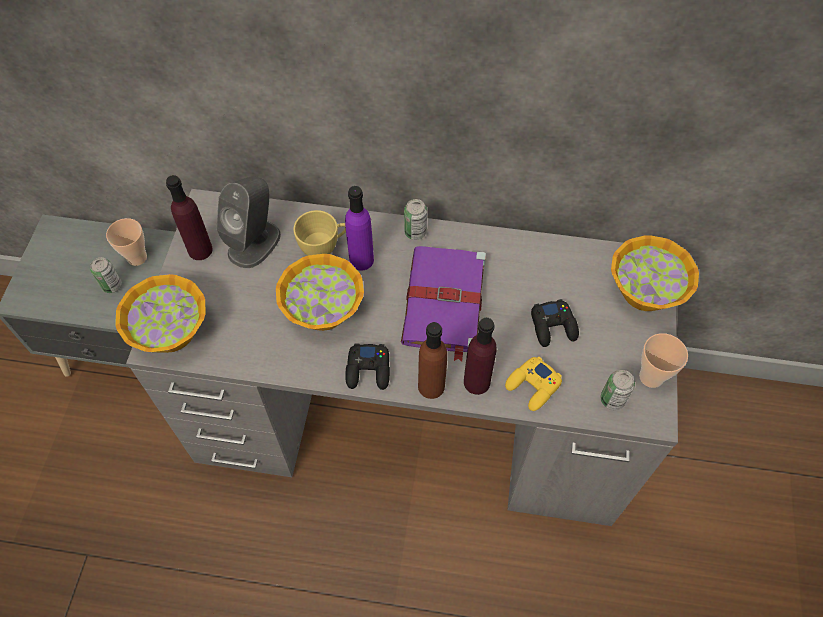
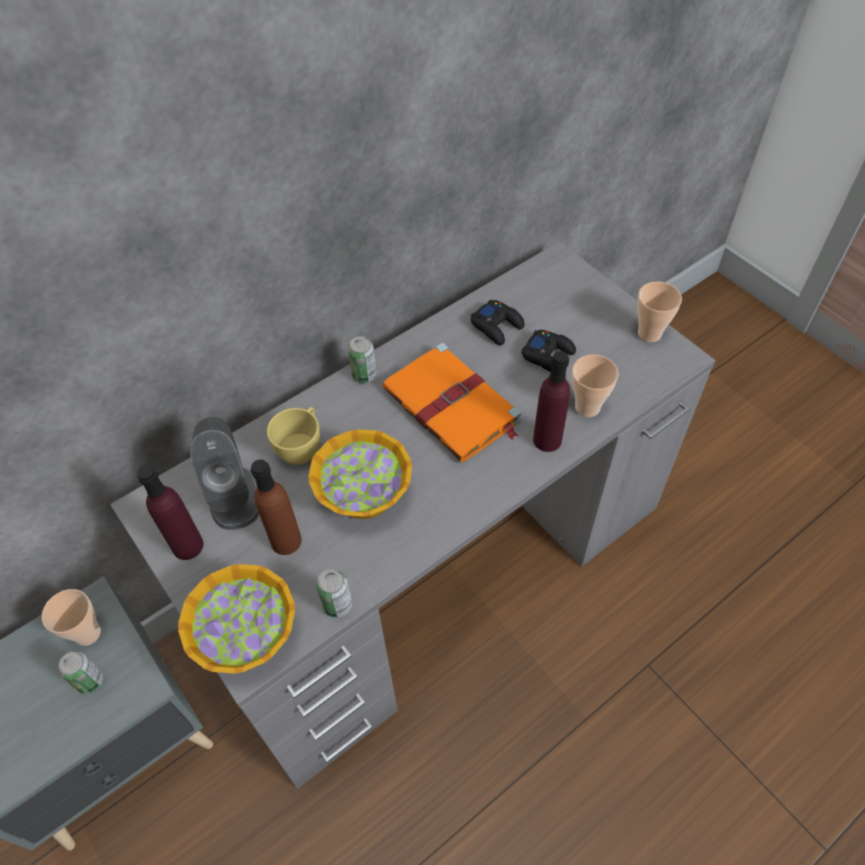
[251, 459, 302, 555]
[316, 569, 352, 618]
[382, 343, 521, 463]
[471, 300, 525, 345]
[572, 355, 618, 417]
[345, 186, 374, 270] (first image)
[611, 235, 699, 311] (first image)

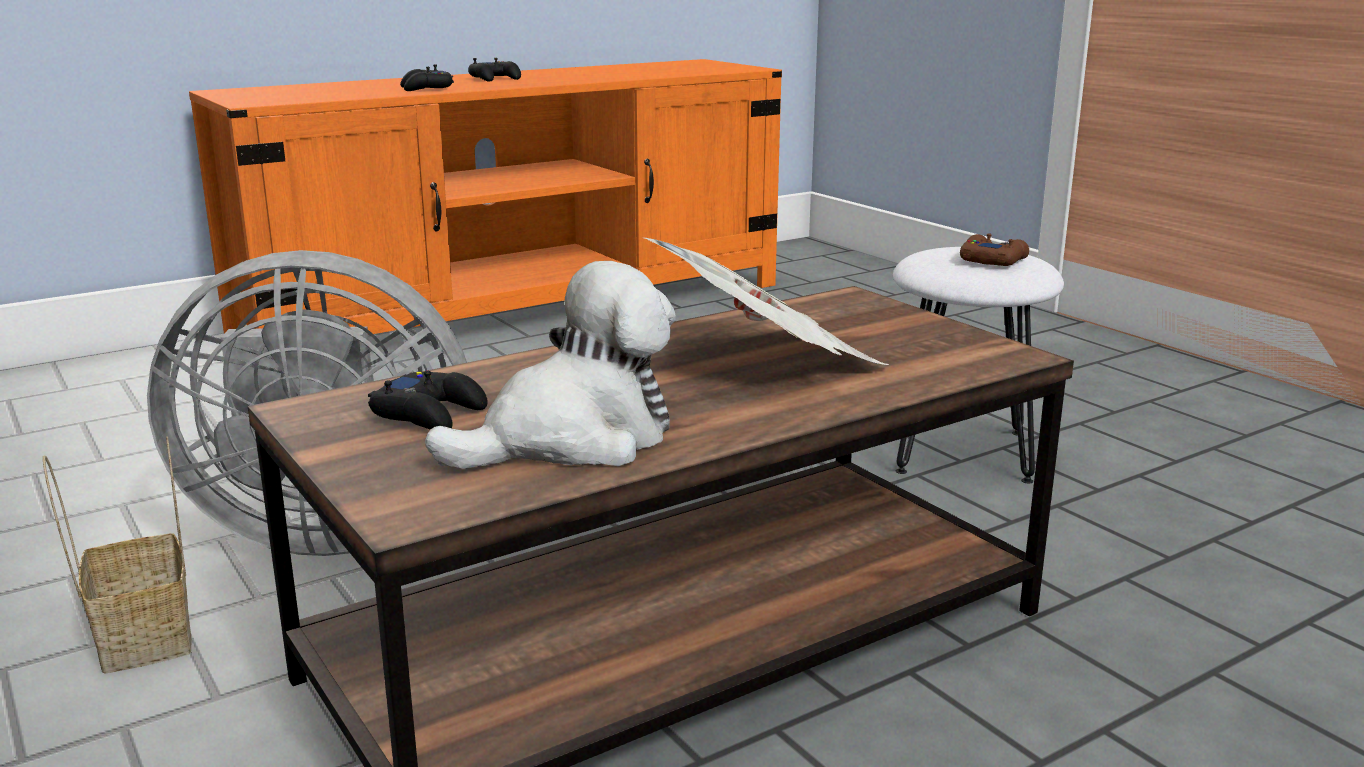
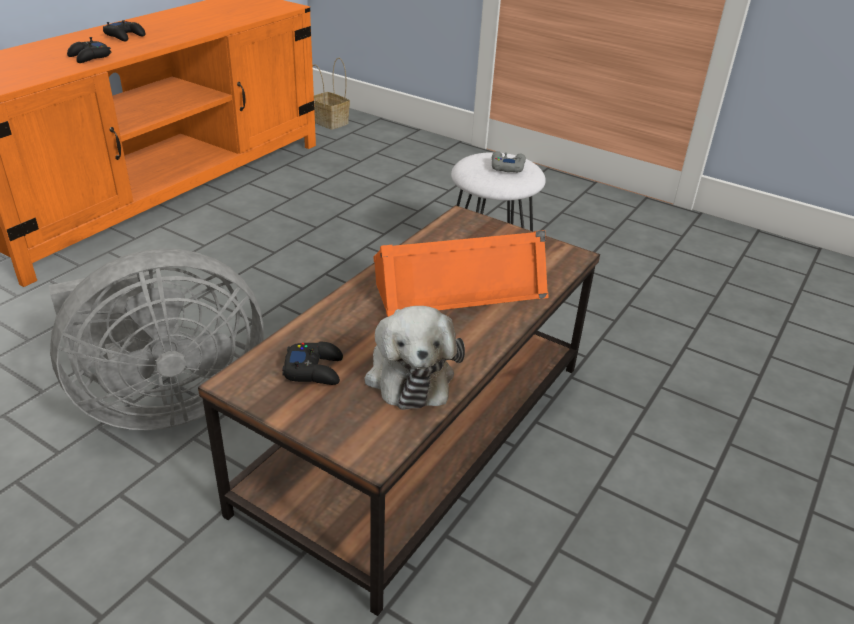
[312, 58, 350, 130]
[364, 306, 465, 410]
[373, 230, 549, 317]
[492, 151, 526, 172]

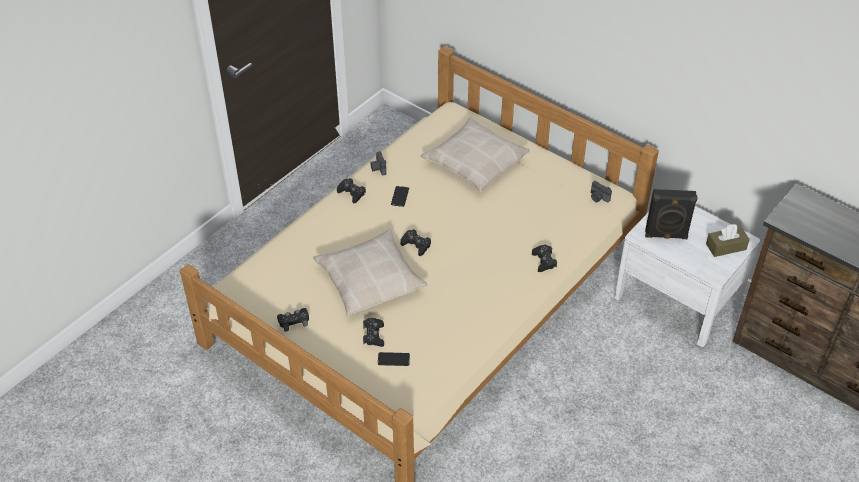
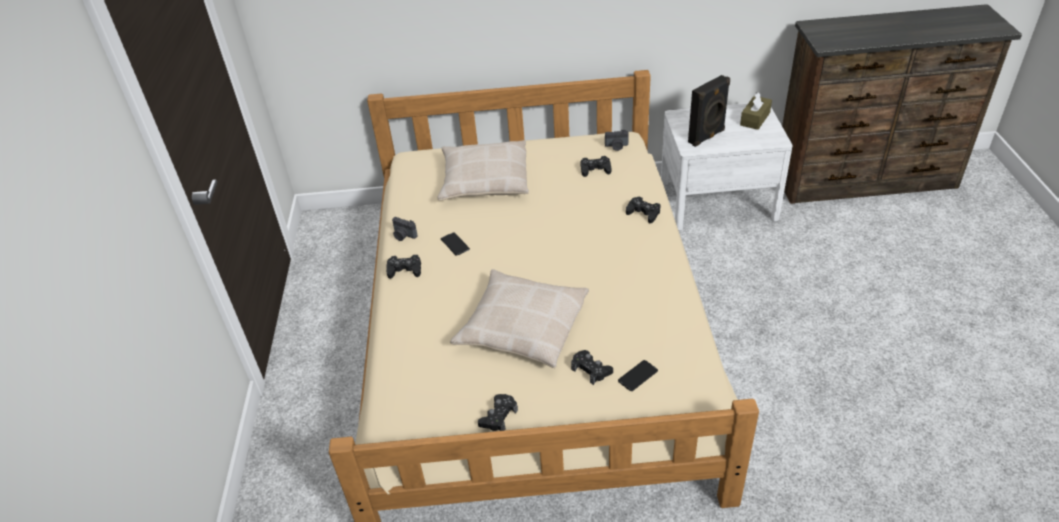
[580, 156, 611, 177]

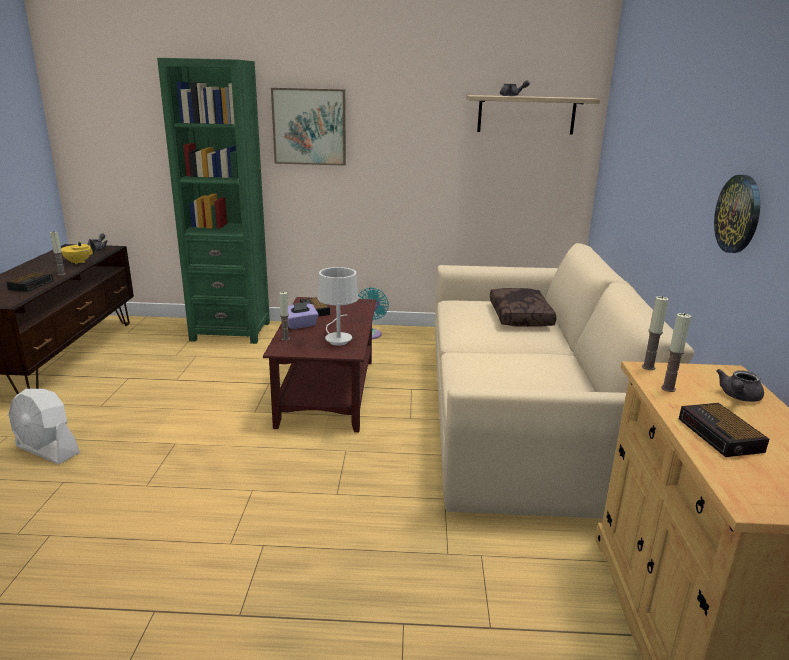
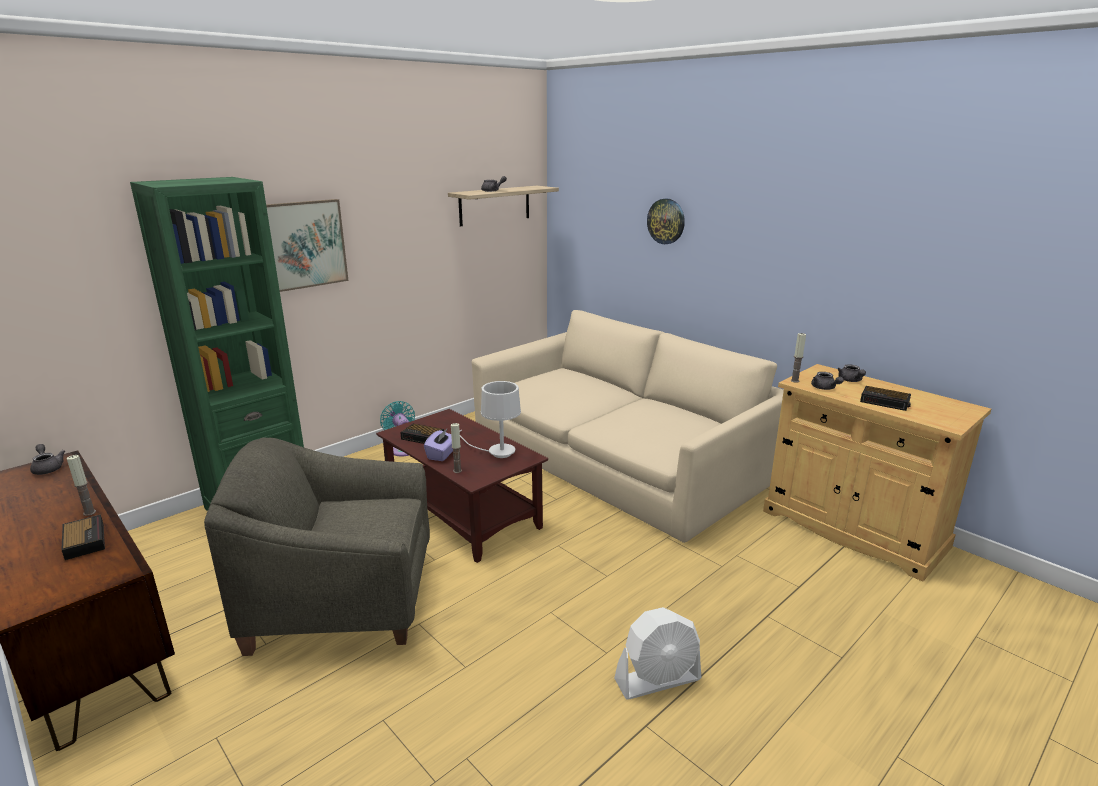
[204, 437, 430, 656]
[614, 607, 702, 700]
[647, 199, 685, 244]
[811, 372, 844, 390]
[61, 239, 96, 264] (first image)
[490, 288, 556, 327] (first image)

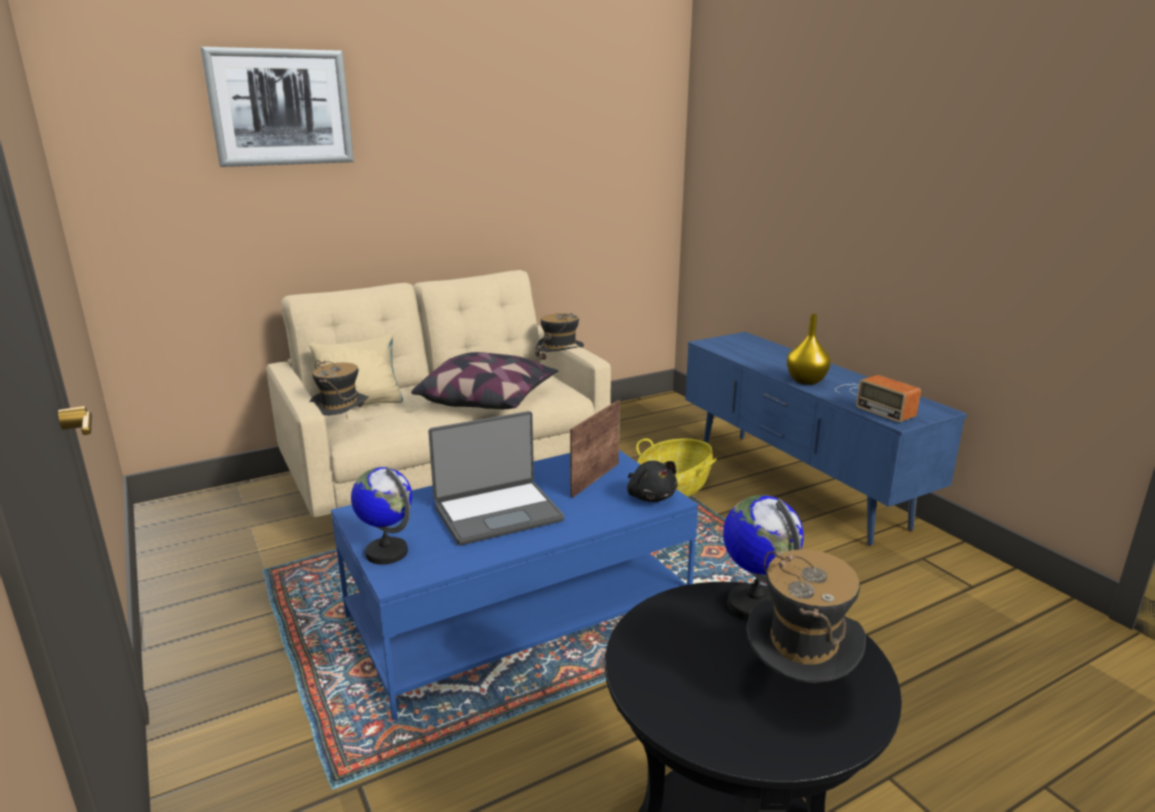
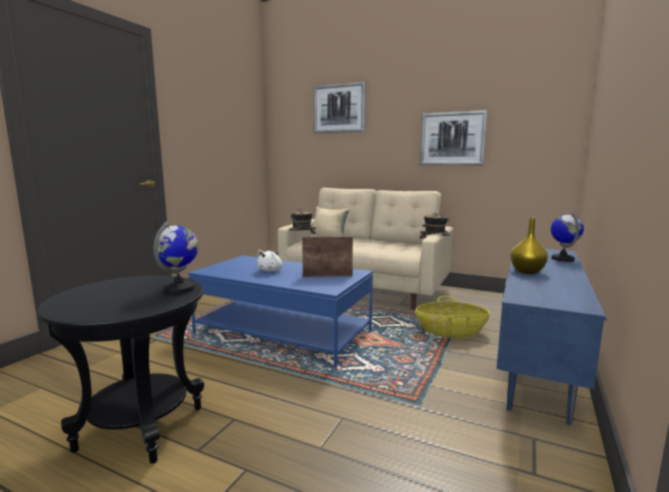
[257, 250, 283, 272]
[420, 110, 488, 165]
[551, 212, 584, 262]
[411, 352, 558, 409] (first image)
[627, 461, 678, 502] (first image)
[746, 549, 866, 683] (first image)
[835, 375, 921, 422] (first image)

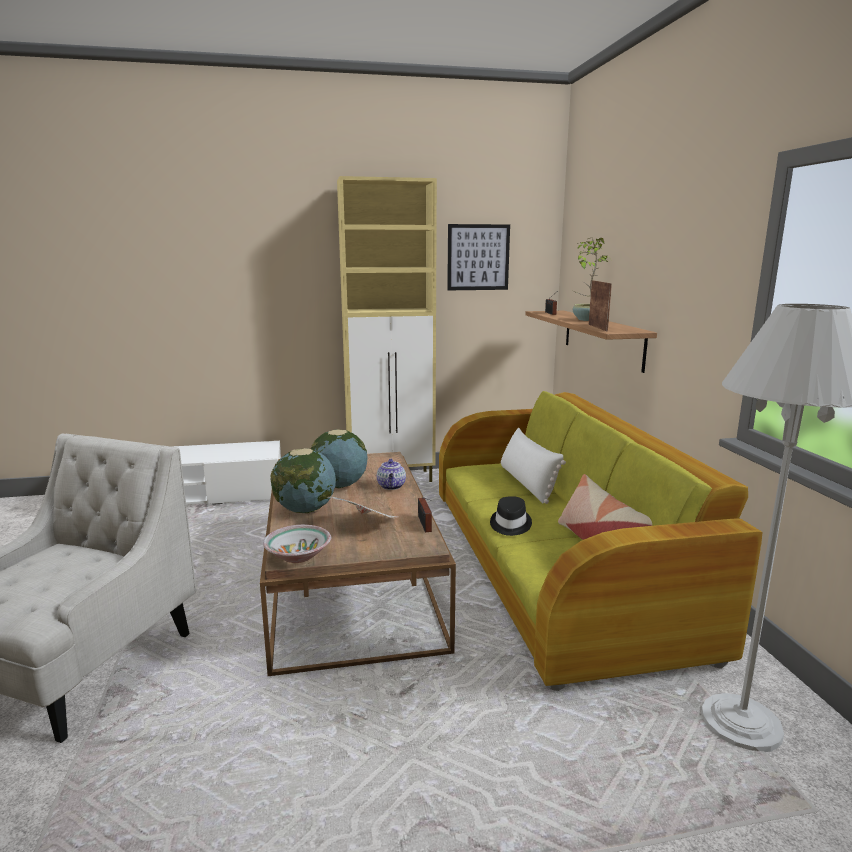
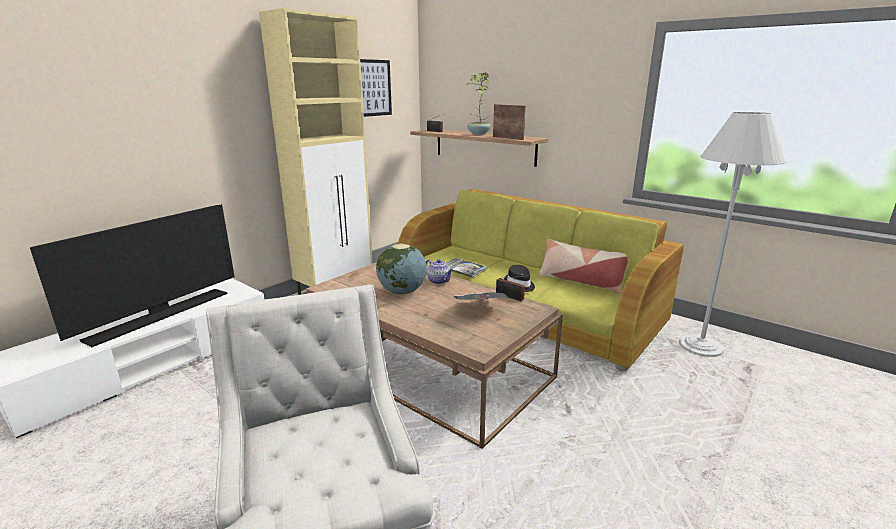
[30, 204, 235, 347]
[447, 258, 488, 277]
[263, 525, 331, 563] (first image)
[270, 448, 336, 513] (first image)
[501, 428, 566, 504] (first image)

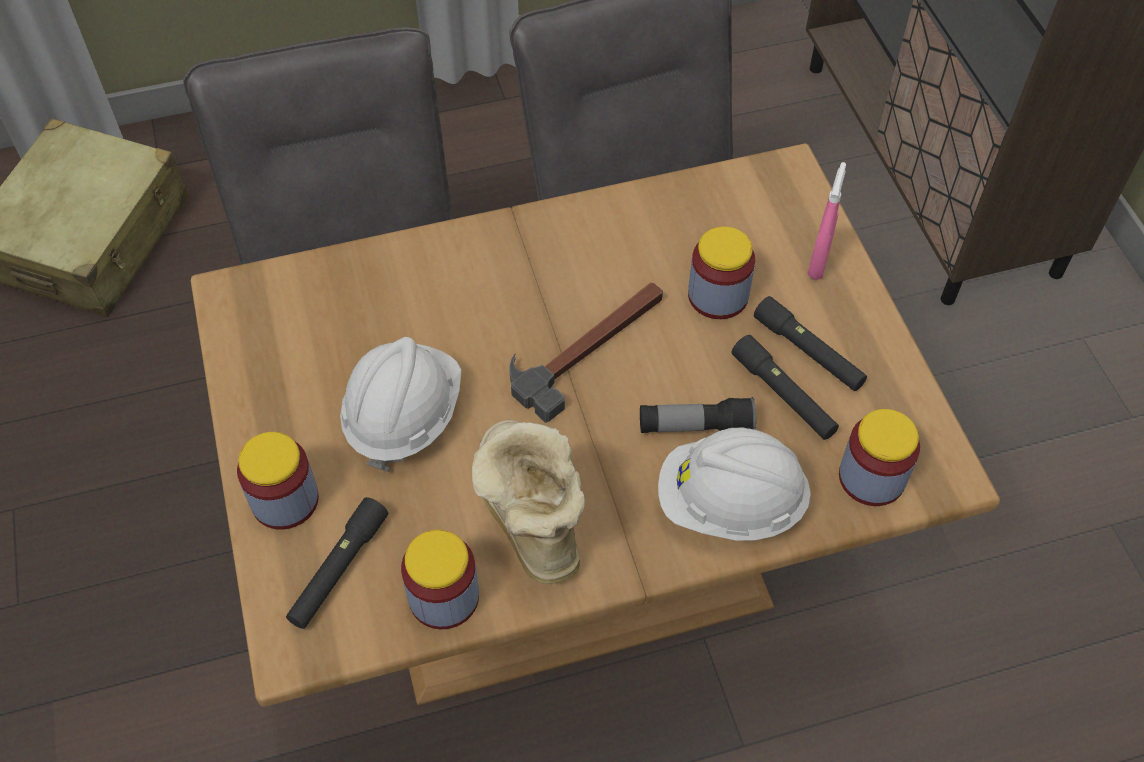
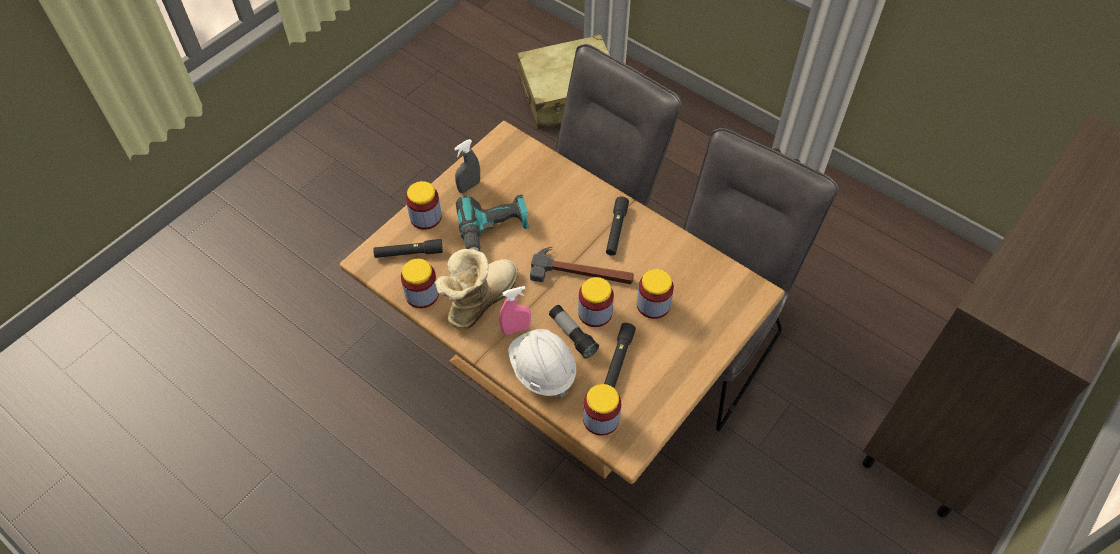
[454, 139, 480, 193]
[456, 194, 529, 251]
[499, 286, 531, 335]
[578, 277, 614, 327]
[606, 197, 629, 256]

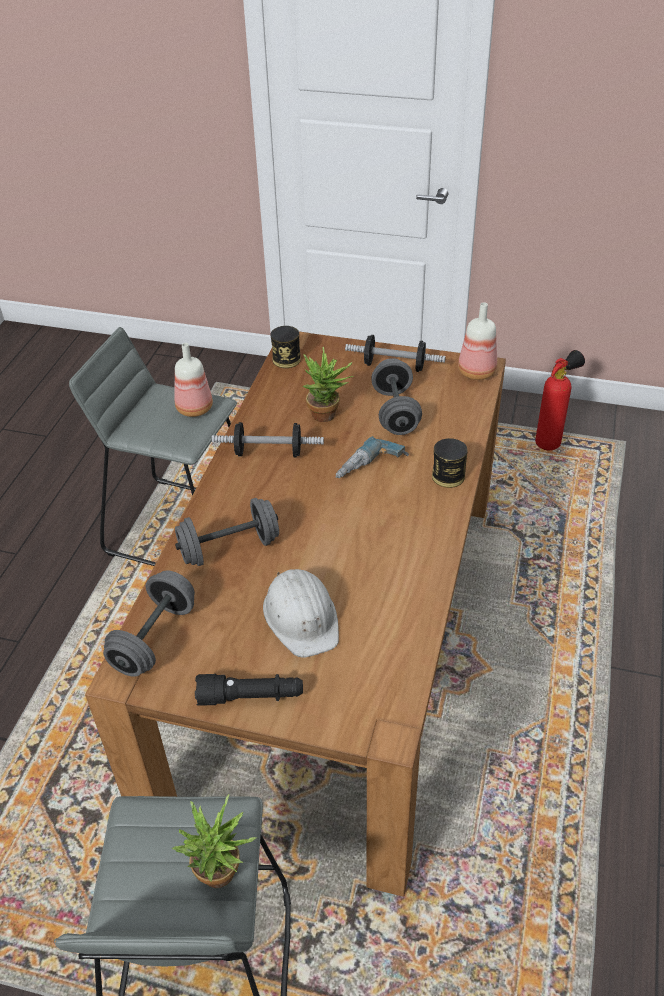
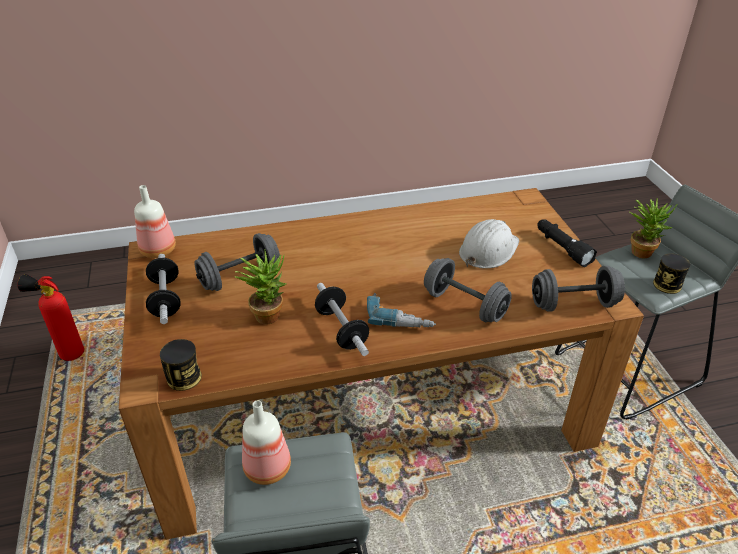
[367, 293, 436, 327]
[653, 253, 690, 294]

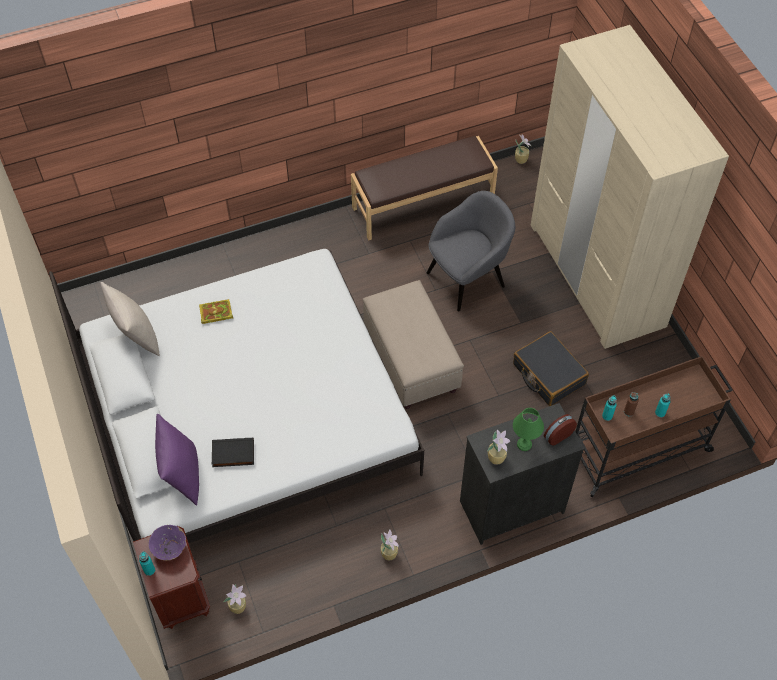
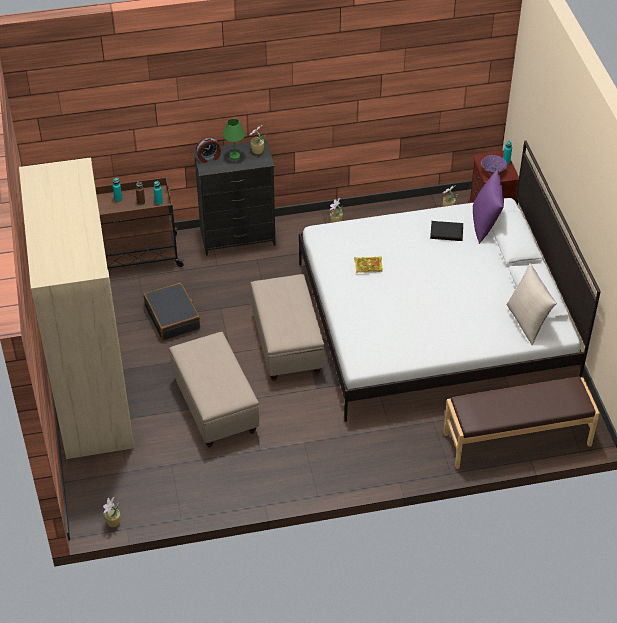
[169, 332, 259, 447]
[355, 256, 383, 273]
[443, 376, 600, 469]

